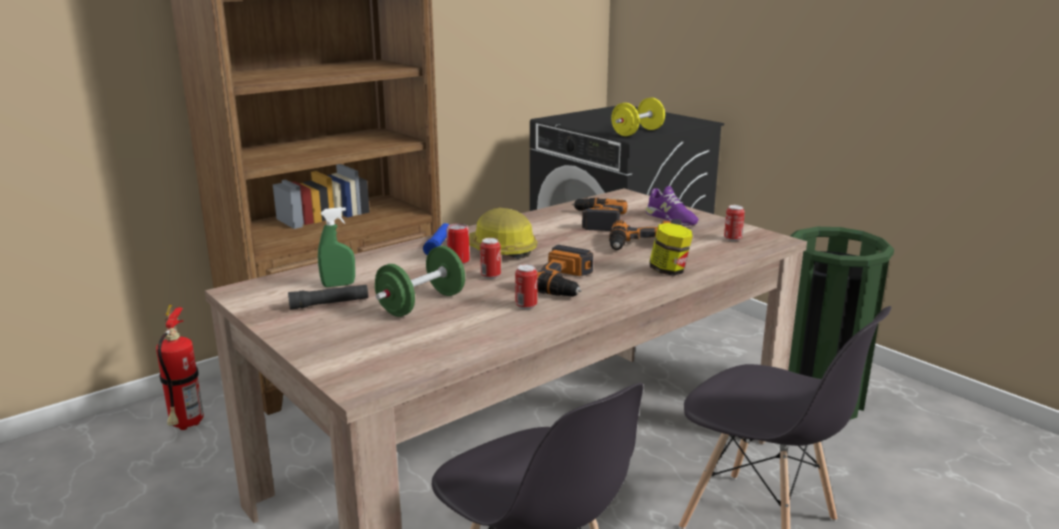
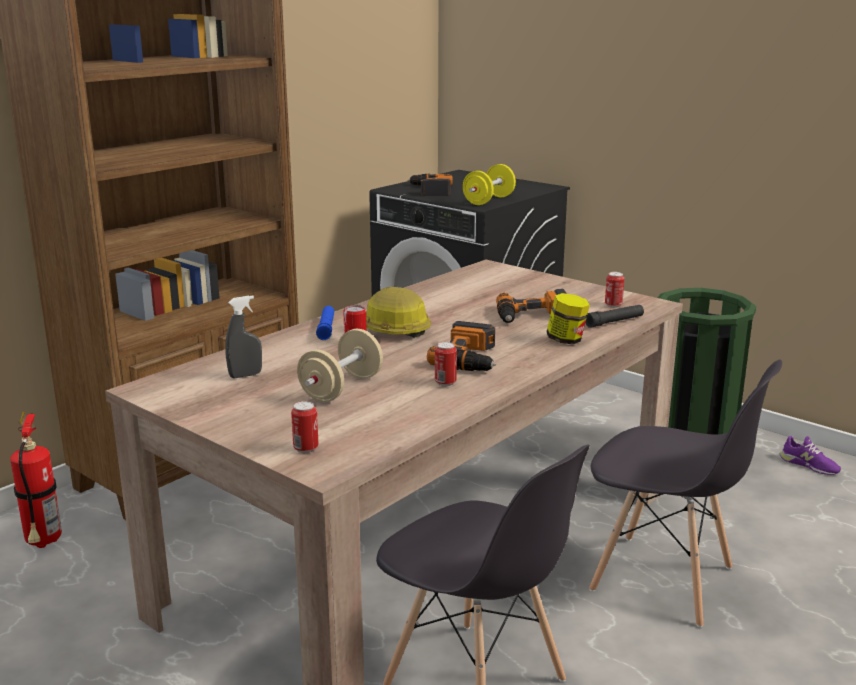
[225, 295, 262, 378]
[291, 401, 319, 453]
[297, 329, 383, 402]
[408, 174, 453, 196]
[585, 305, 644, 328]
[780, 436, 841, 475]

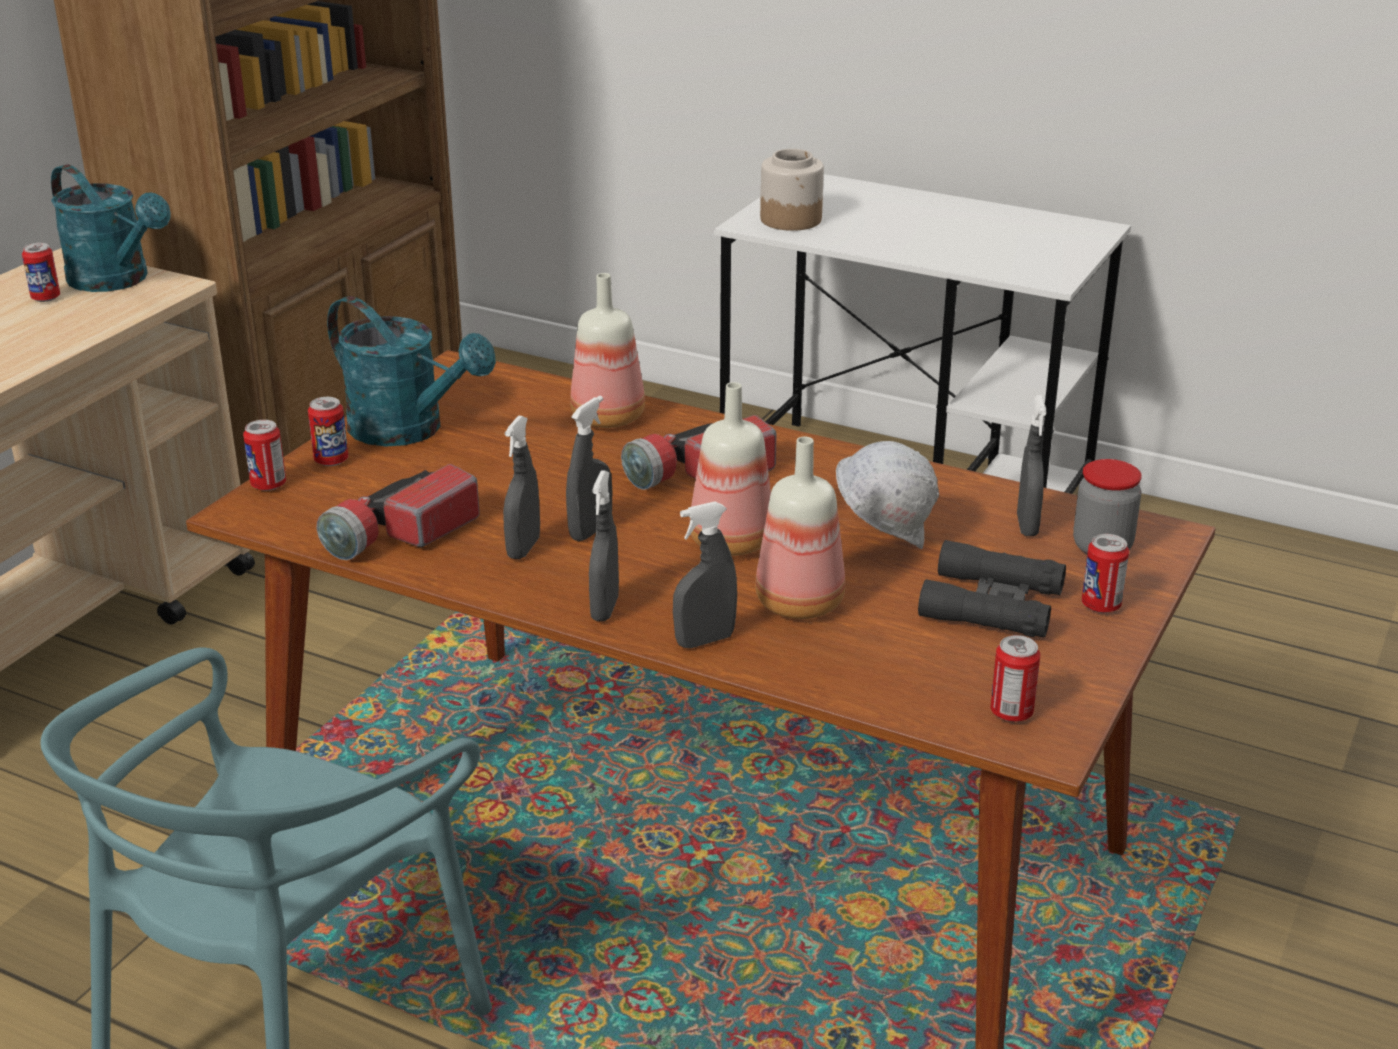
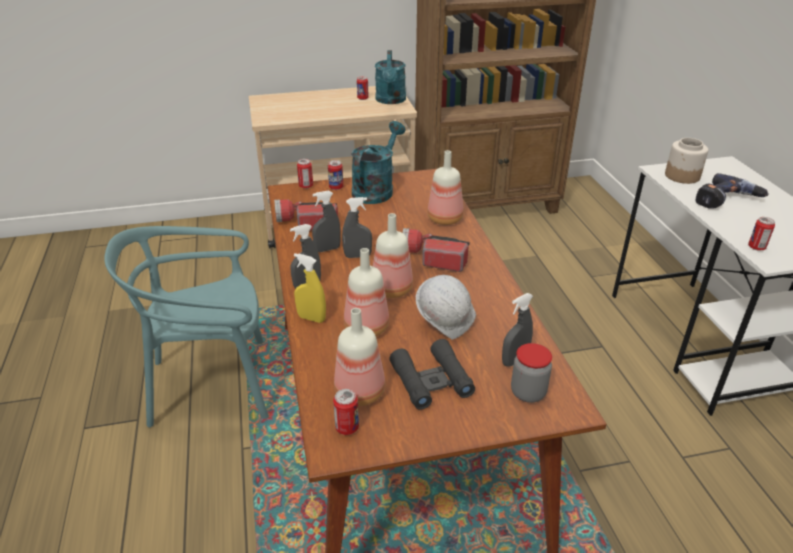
[294, 253, 326, 323]
[334, 308, 385, 406]
[351, 121, 405, 204]
[696, 173, 769, 209]
[748, 217, 775, 251]

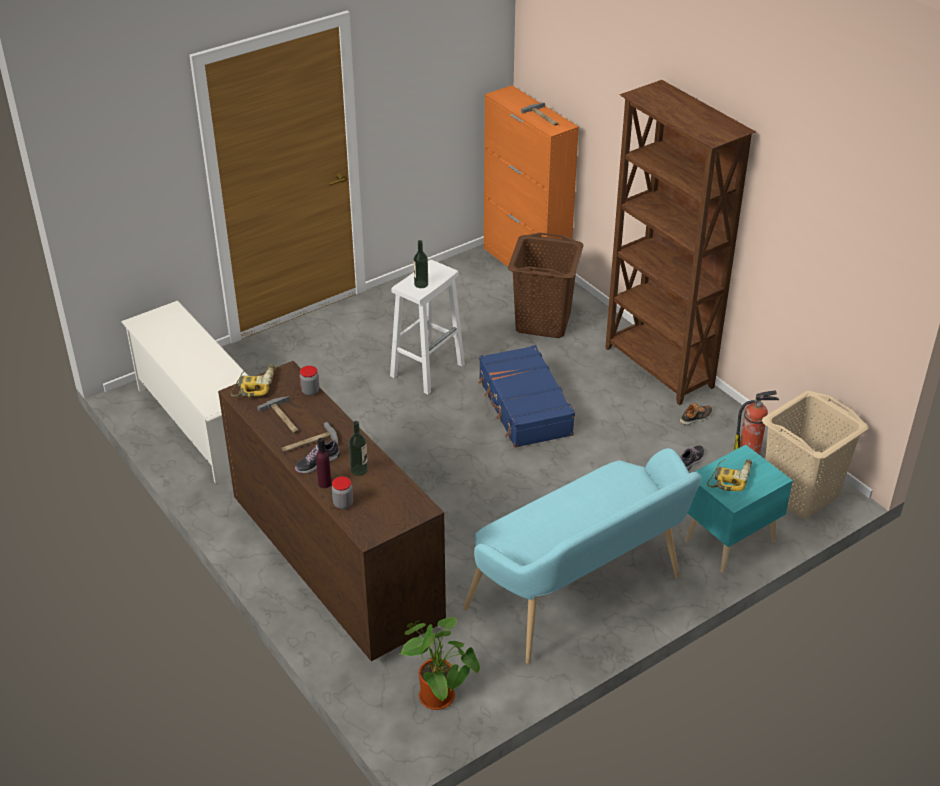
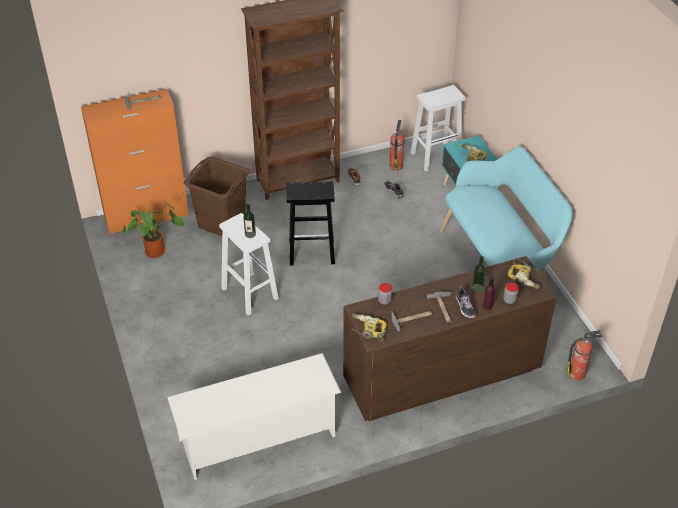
[123, 204, 184, 258]
[287, 181, 335, 266]
[411, 85, 465, 172]
[508, 258, 542, 289]
[566, 330, 602, 380]

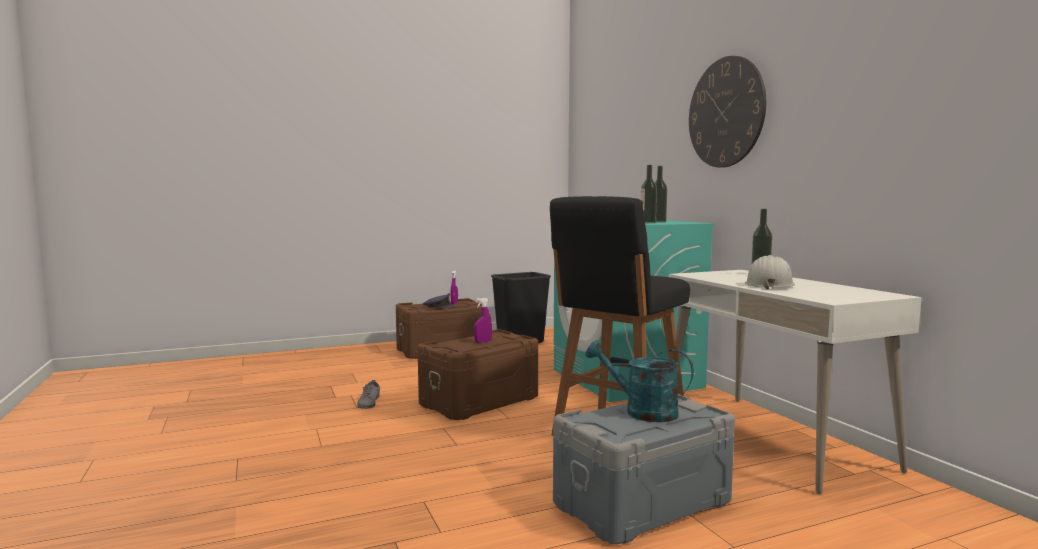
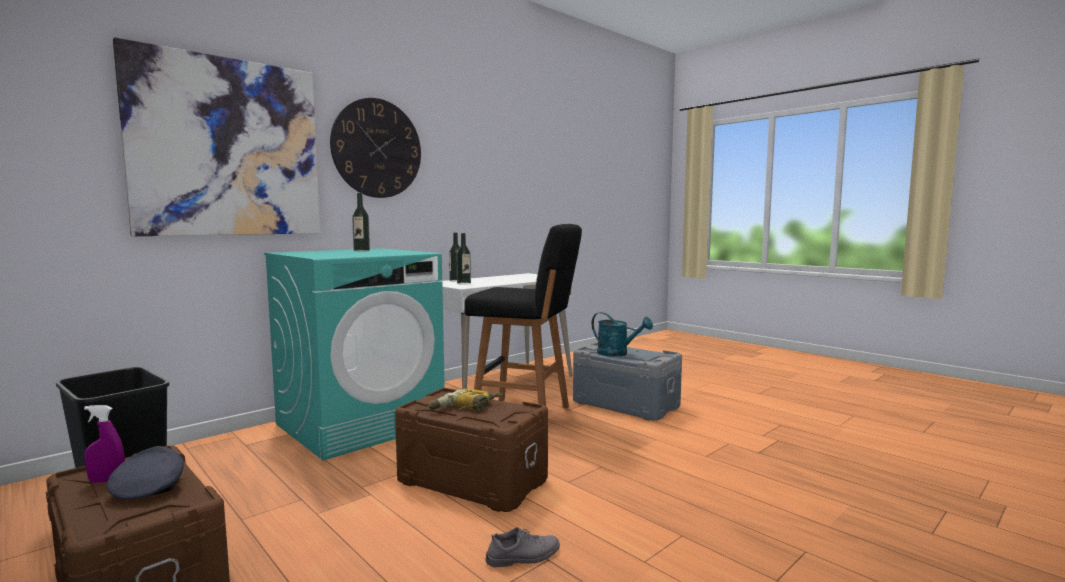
[113, 37, 320, 236]
[428, 389, 505, 411]
[457, 233, 471, 284]
[592, 312, 653, 357]
[745, 255, 795, 290] (first image)

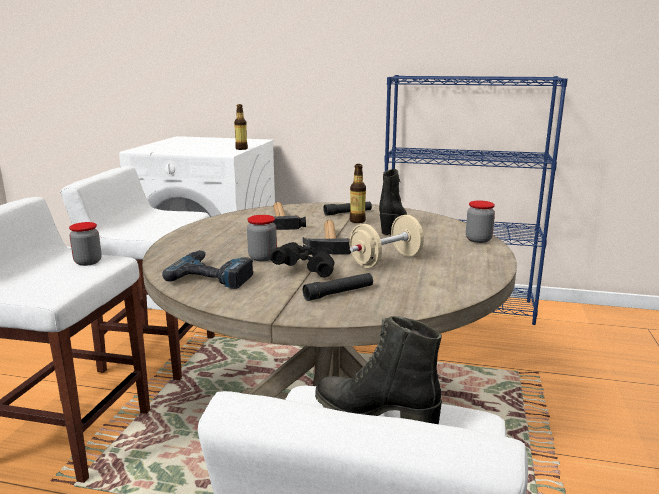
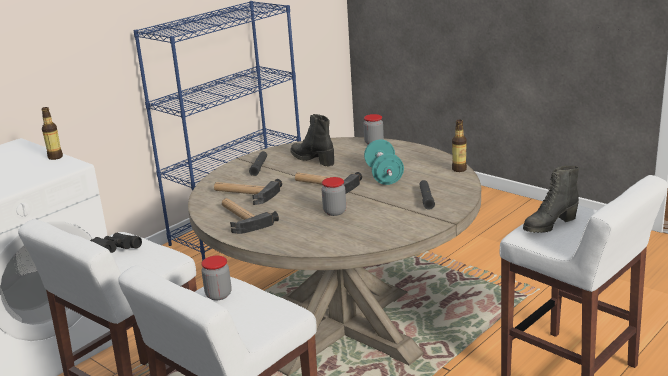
[90, 233, 142, 253]
[222, 198, 279, 234]
[364, 139, 404, 185]
[452, 120, 467, 172]
[162, 250, 254, 289] (first image)

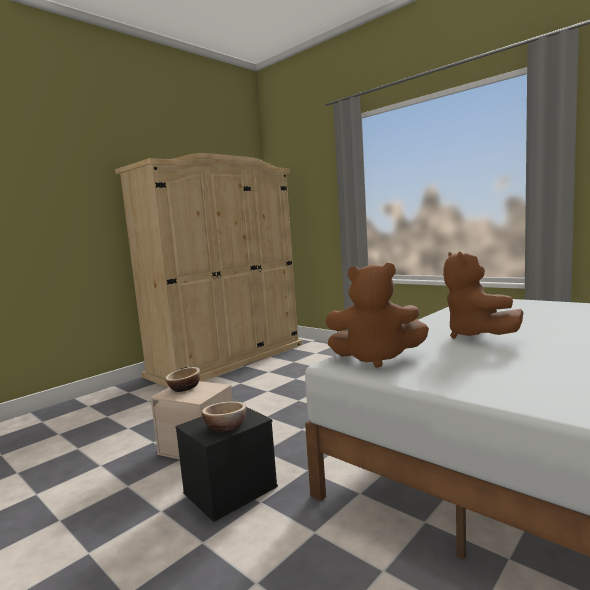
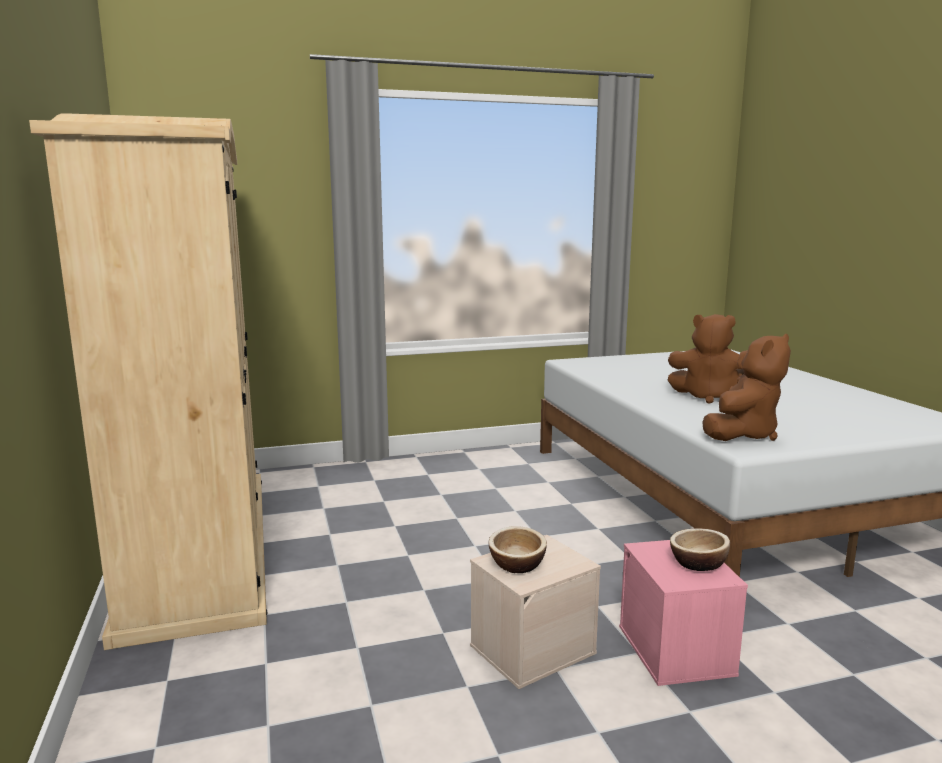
[619, 540, 748, 686]

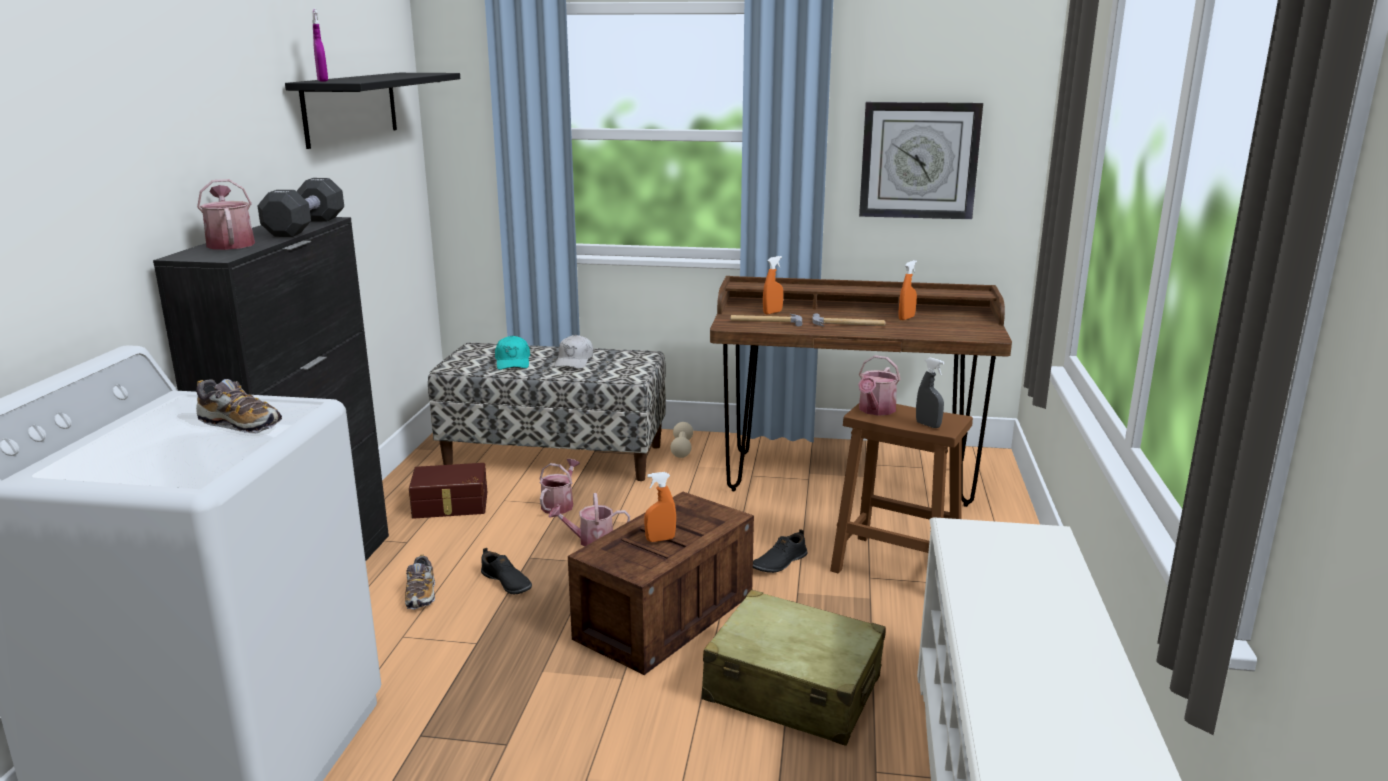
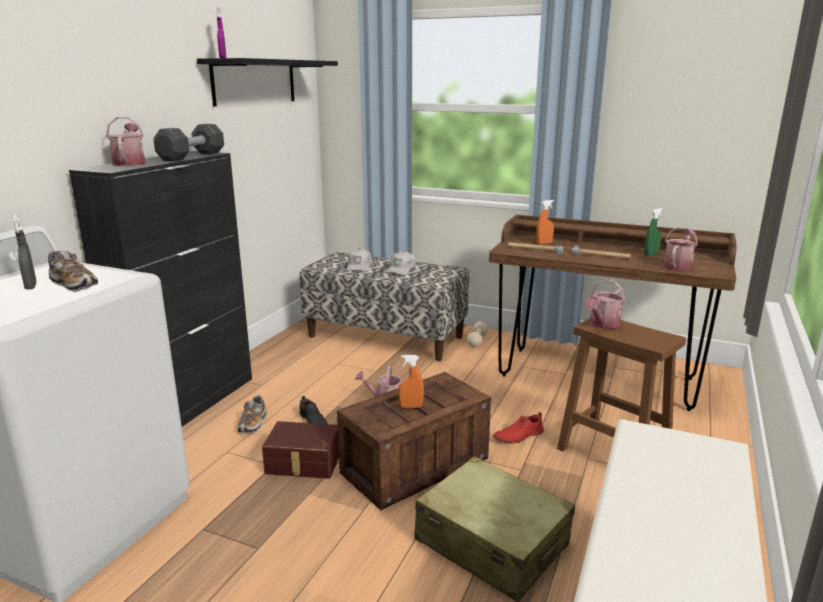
[13, 215, 37, 290]
[262, 421, 339, 479]
[346, 248, 372, 272]
[493, 412, 544, 444]
[644, 208, 663, 256]
[663, 227, 698, 271]
[859, 102, 983, 219] (first image)

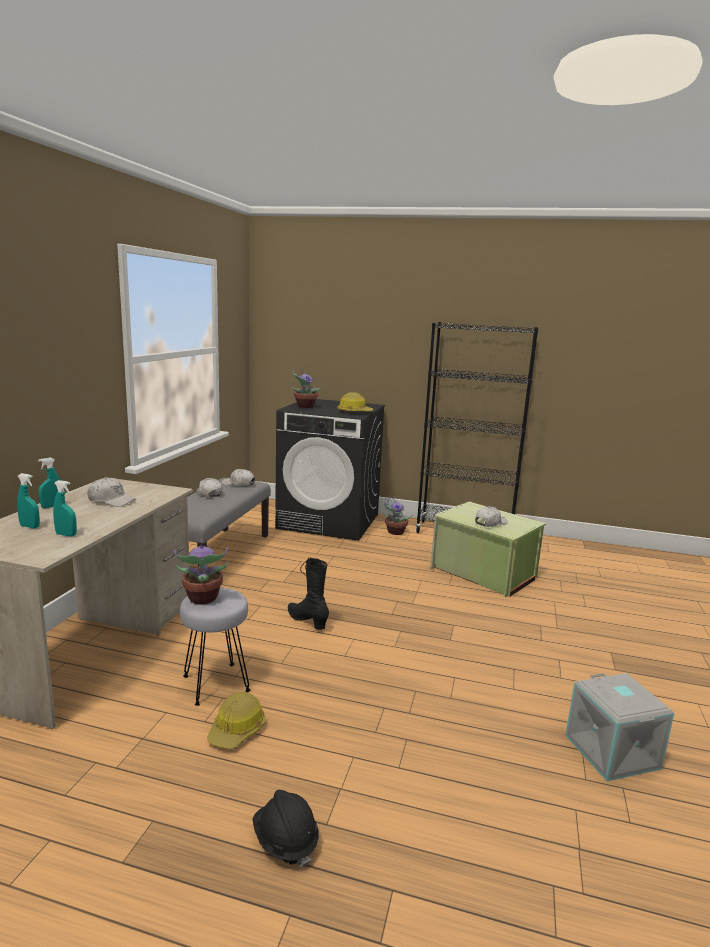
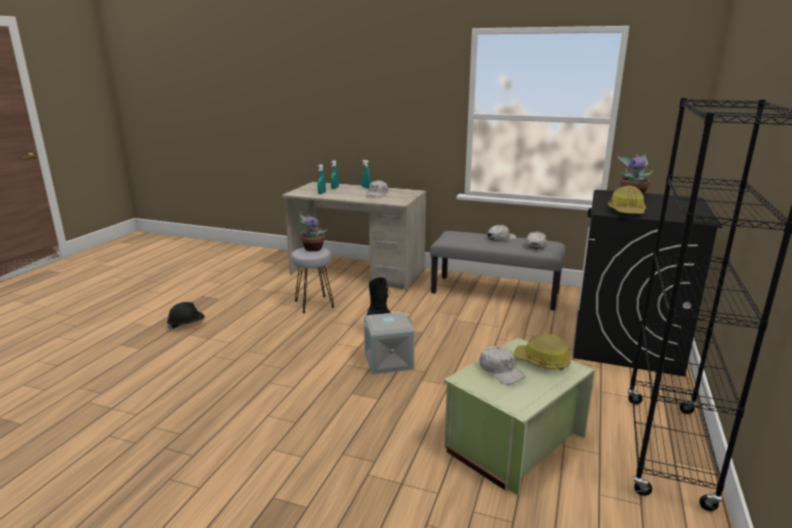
[363, 312, 414, 374]
[513, 334, 571, 370]
[383, 495, 412, 535] (first image)

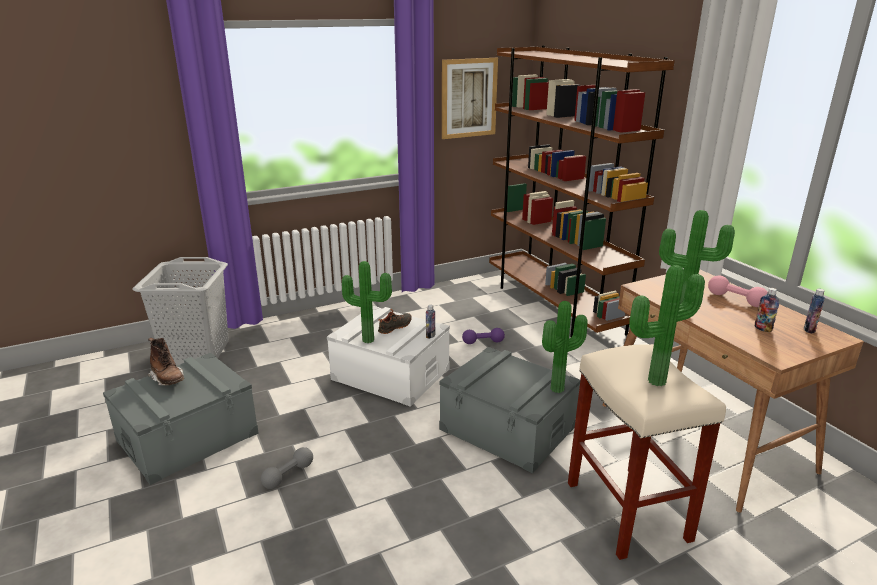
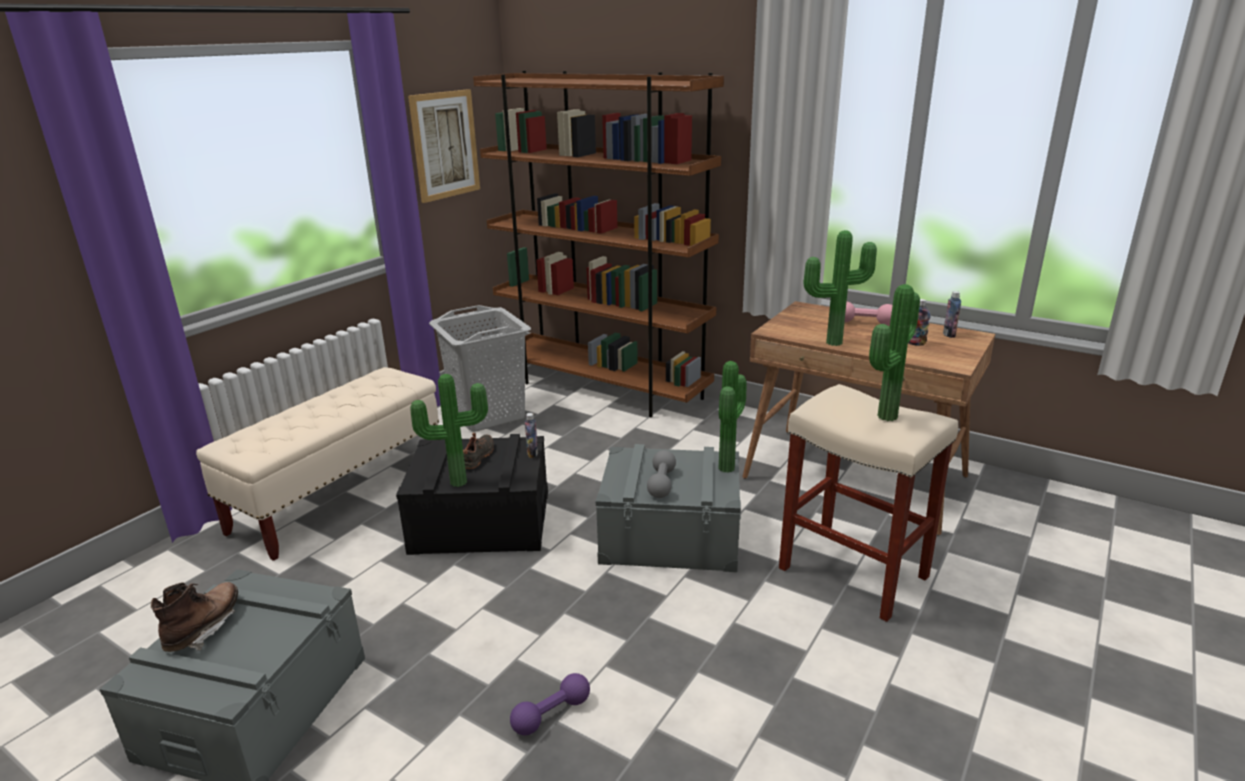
[151, 582, 238, 652]
[196, 367, 439, 561]
[396, 434, 548, 555]
[429, 305, 531, 432]
[510, 673, 590, 735]
[647, 450, 676, 498]

